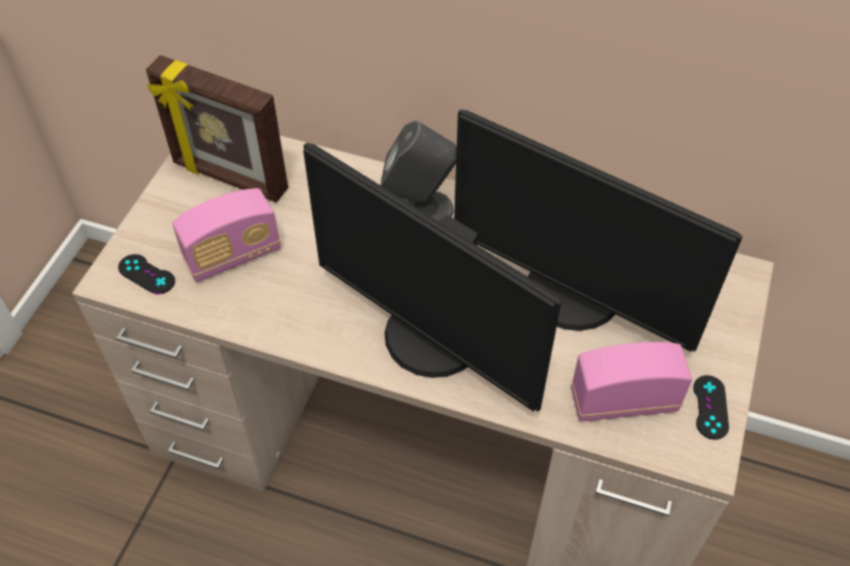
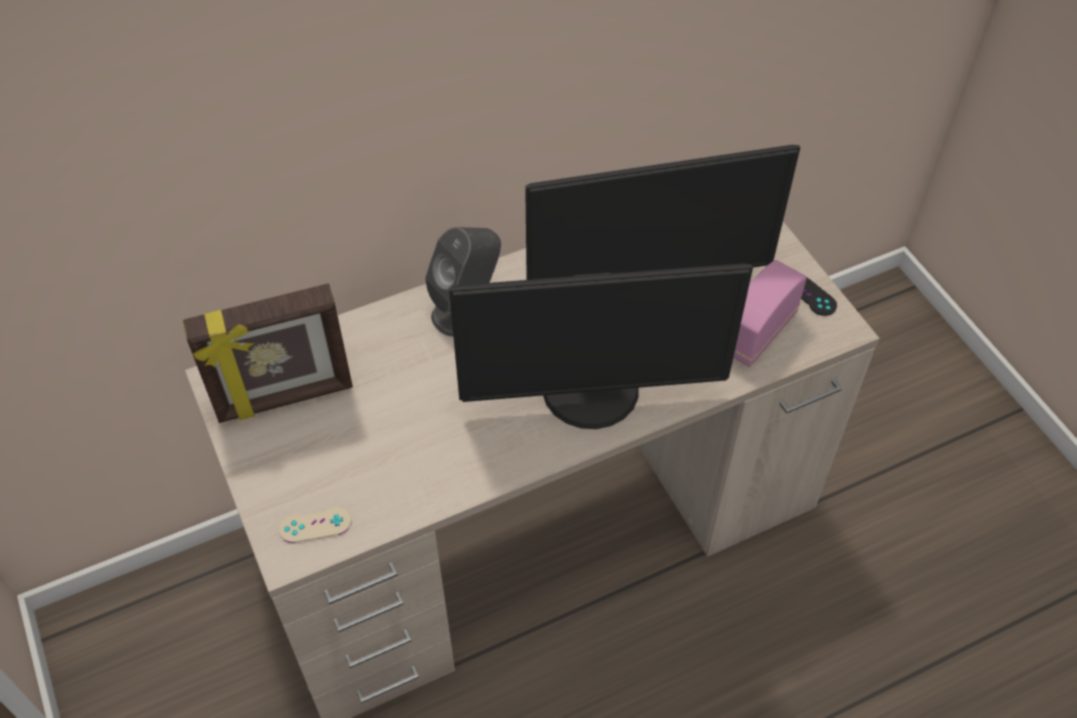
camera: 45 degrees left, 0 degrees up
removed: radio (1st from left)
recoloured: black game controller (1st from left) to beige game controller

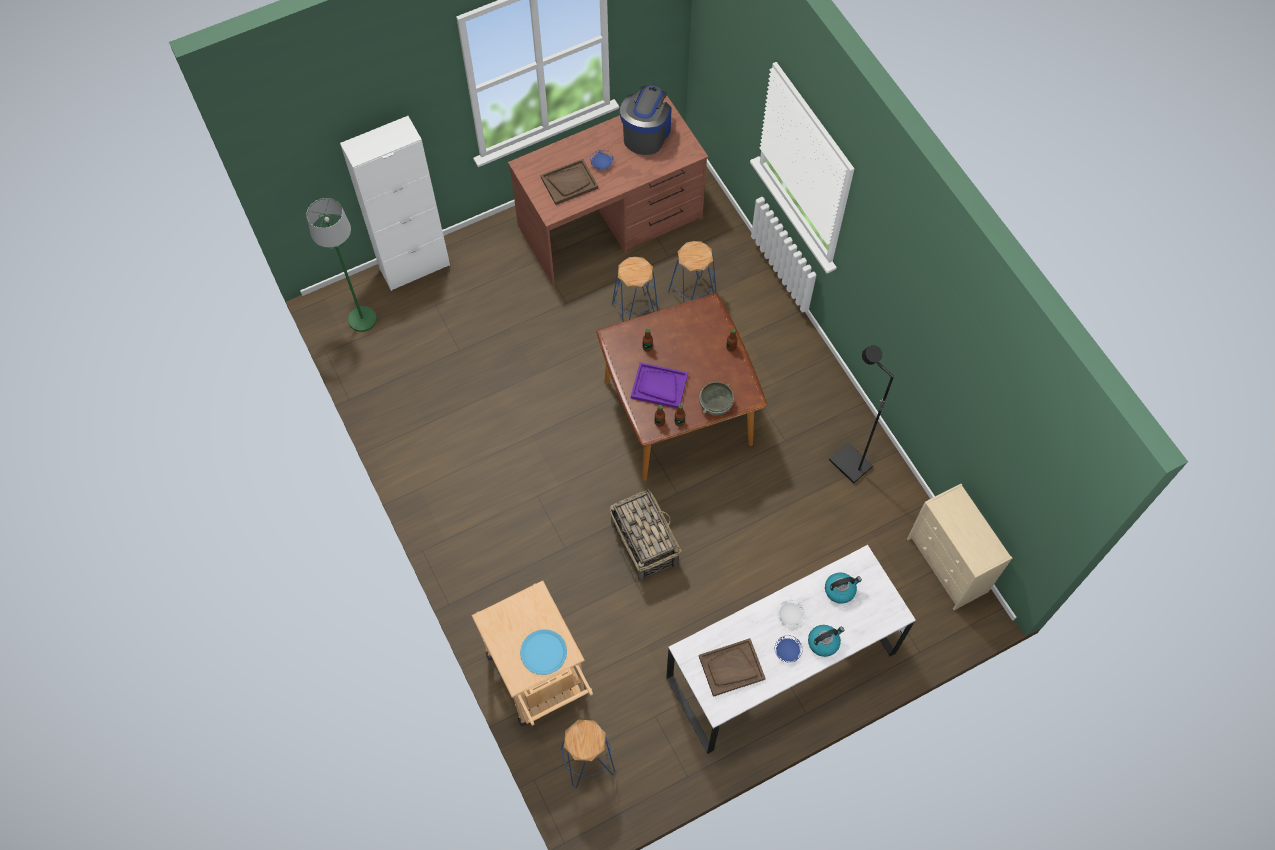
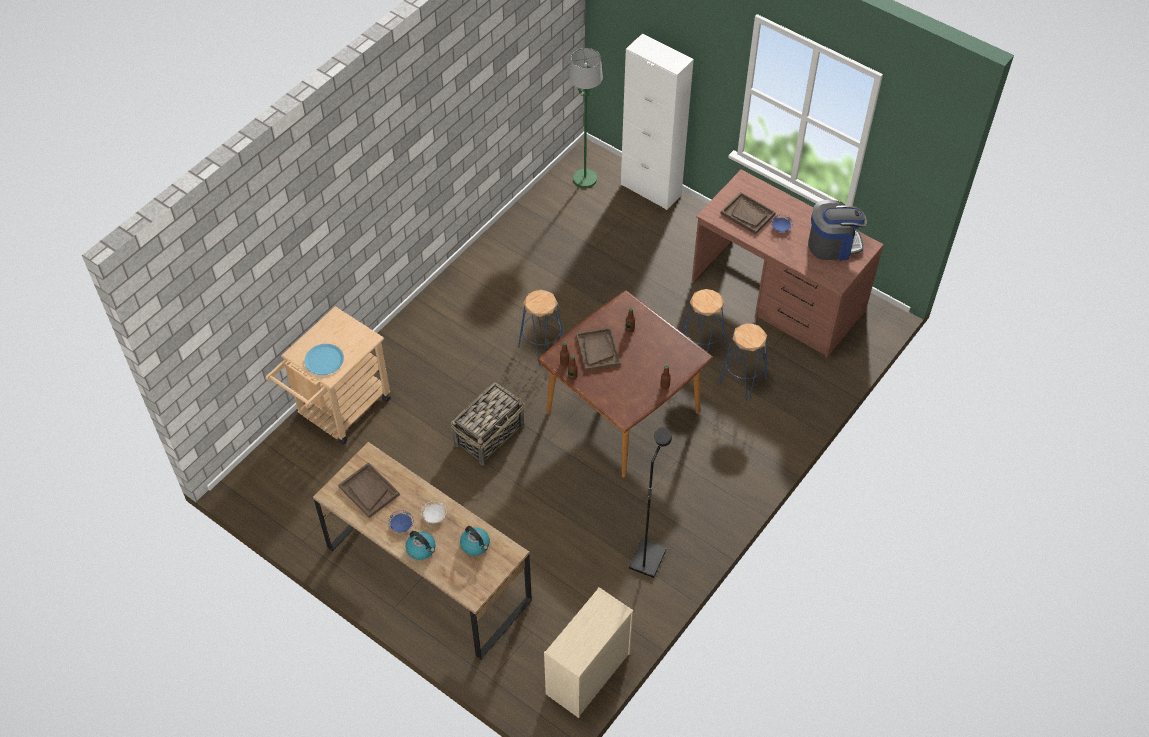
camera: 65 degrees right, 10 degrees down
removed: grey bowl
moved: blue stool (1st from left)
recoloured: white desk to brown desk (1st from left); purple tray to brown tray (2nd from left)

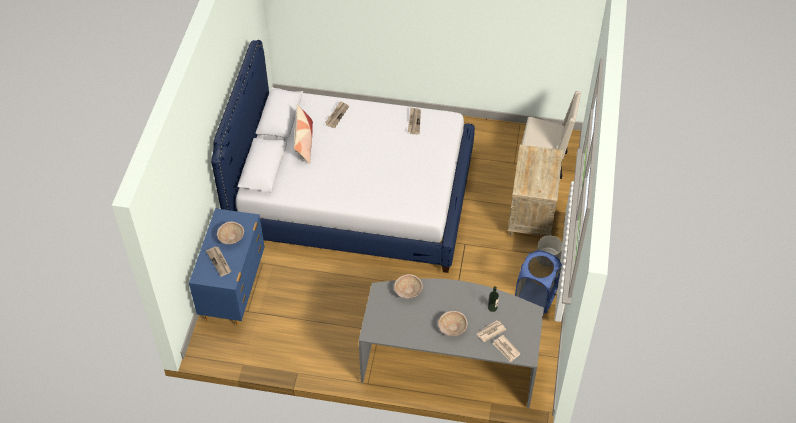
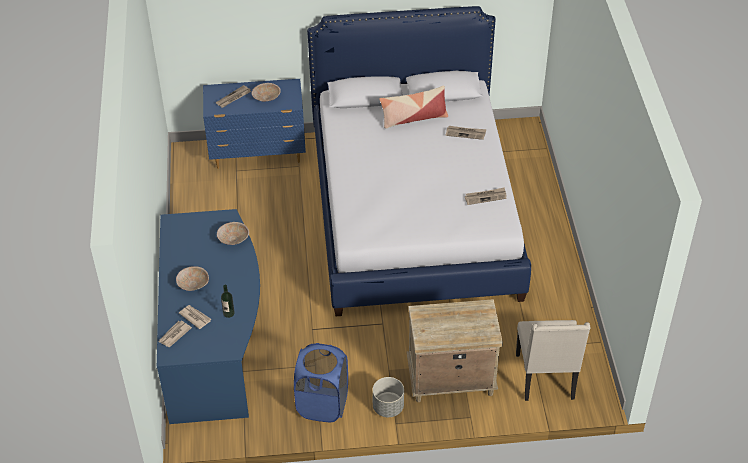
camera: 75 degrees right, 5 degrees down
recoloured: grey desk to blue desk

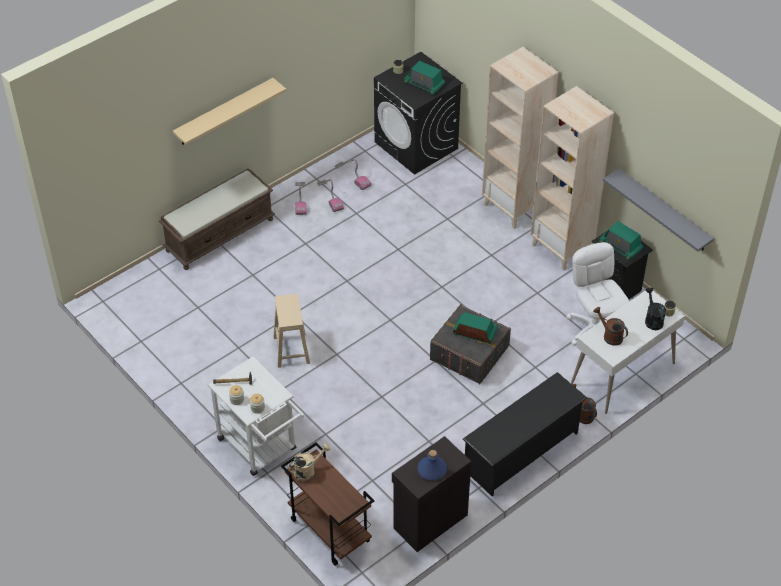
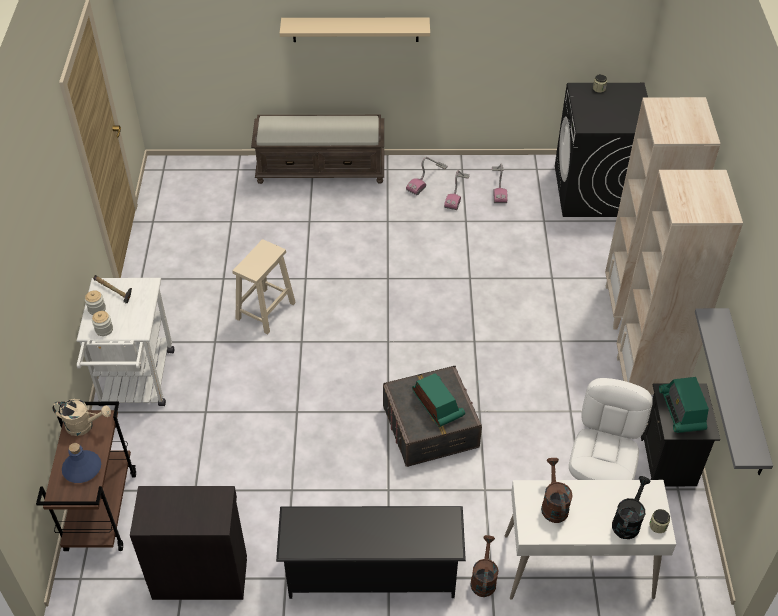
camera: 40 degrees right, 0 degrees up
removed: radio (1st from left)
moved: blue bottle

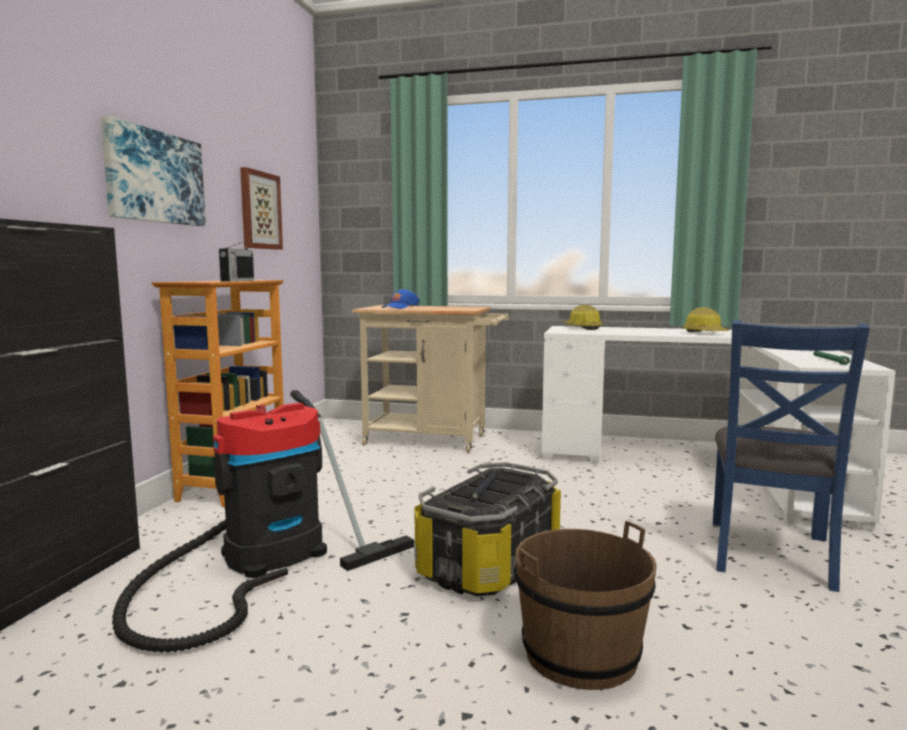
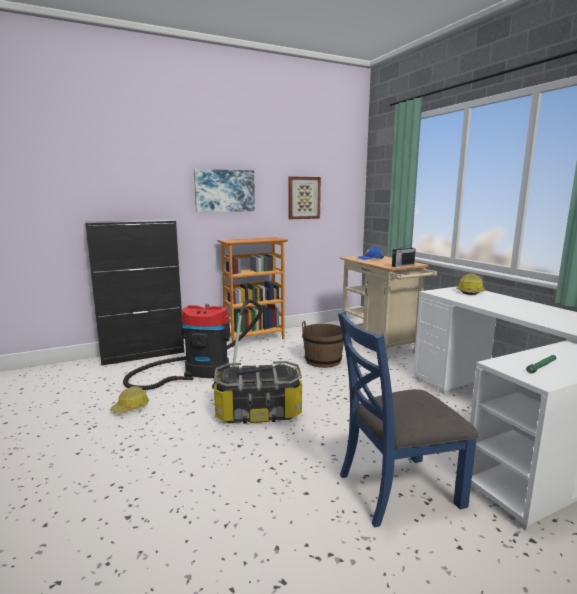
camera: 50 degrees right, 5 degrees up
moved: hard hat (2nd from left in the first image) to hard hat (1st from left); brown bucket; radio

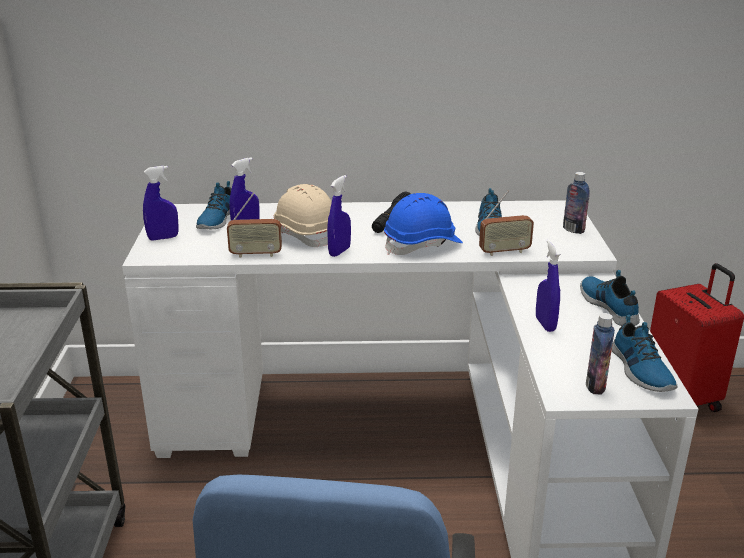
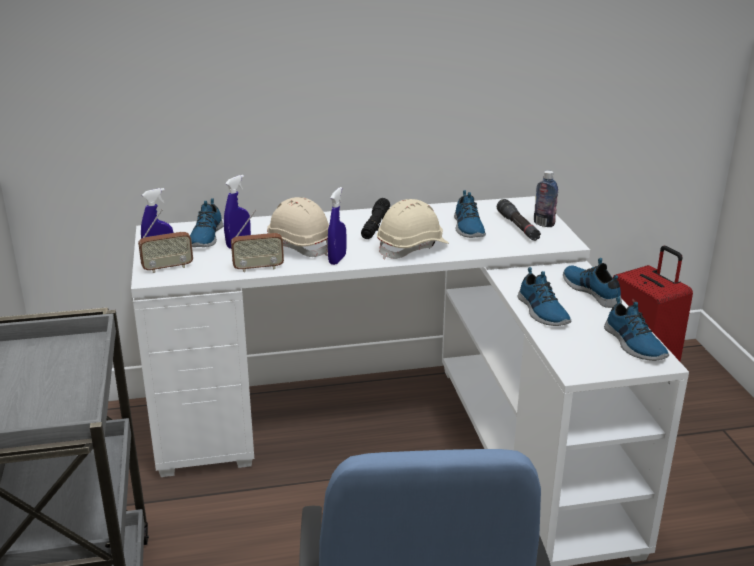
camera: 10 degrees left, 0 degrees up
removed: bottle (2nd from left)
added: black flashlight (2nd from left)
moved: radio (2nd from left in the first image) to radio (1st from left)
replaced: blue spray bottle (4th from left) to shoe (3rd from left)
recoloured: blue hard hat to beige hard hat (2nd from left)

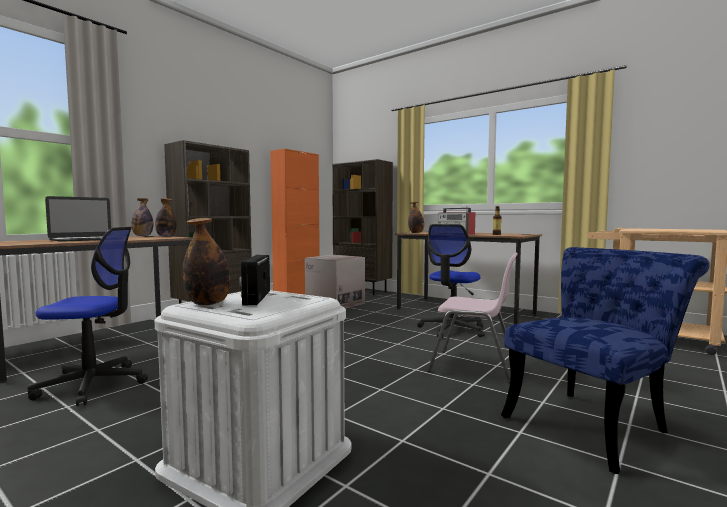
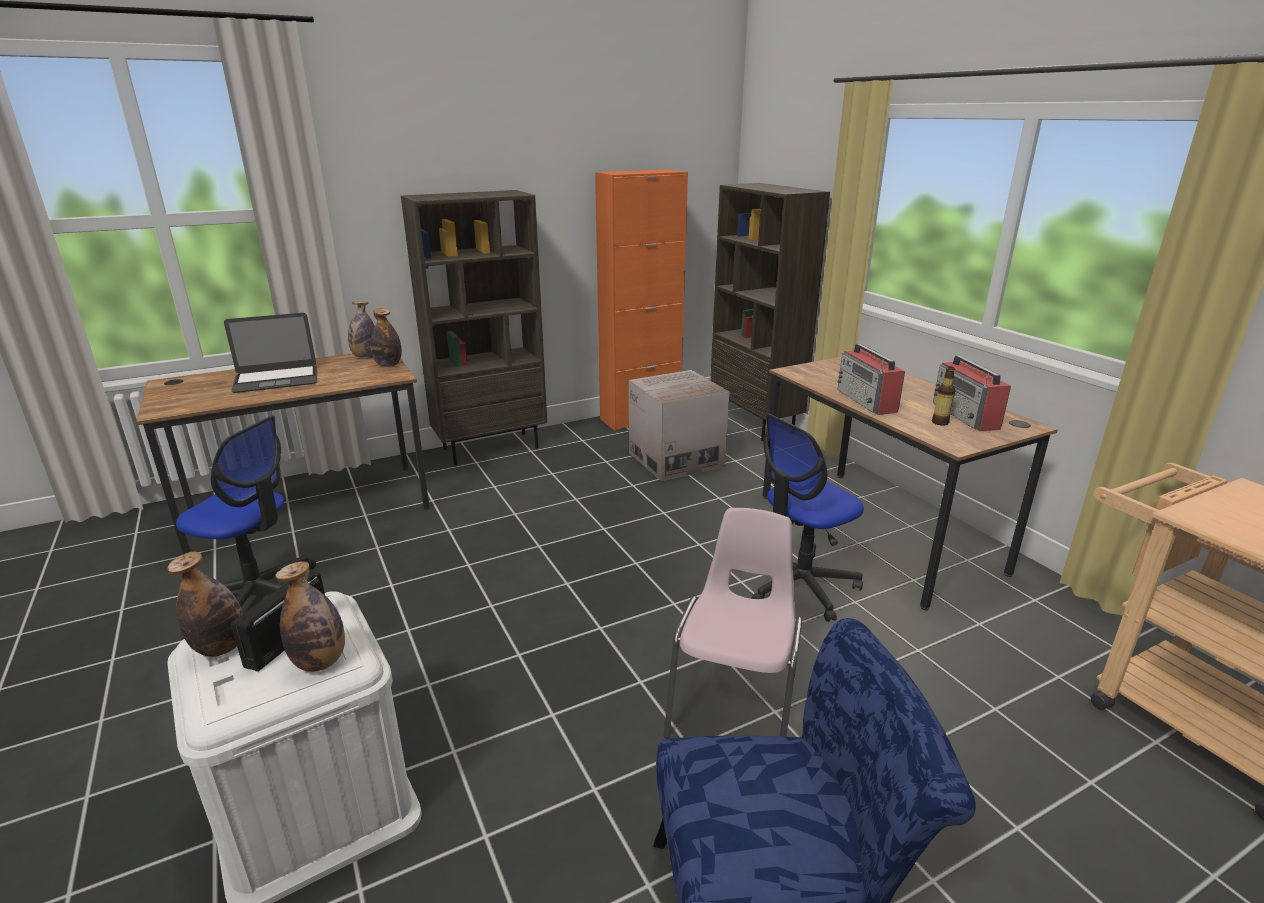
camera: 25 degrees right, 20 degrees up
added: radio (3rd from left)
moved: bottle (4th from left in the first image) to bottle (2nd from left)
turned: pink chair 120 degrees counterclockwise

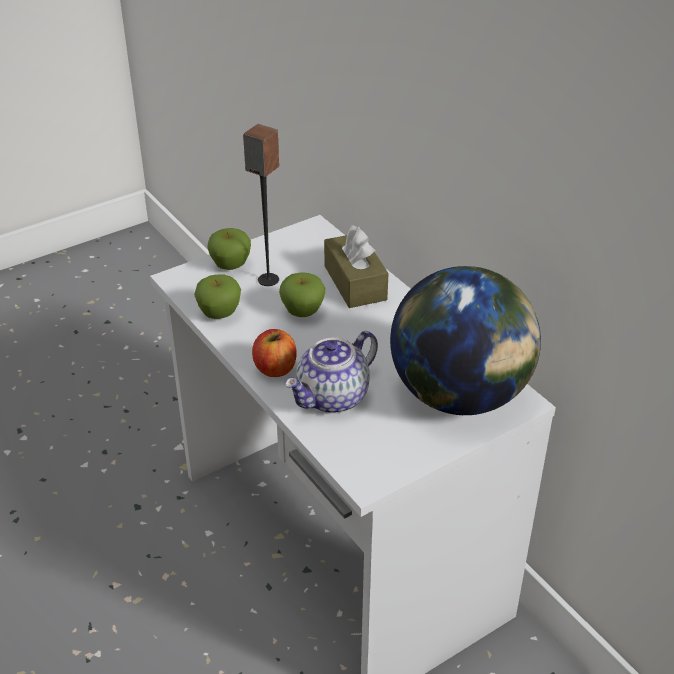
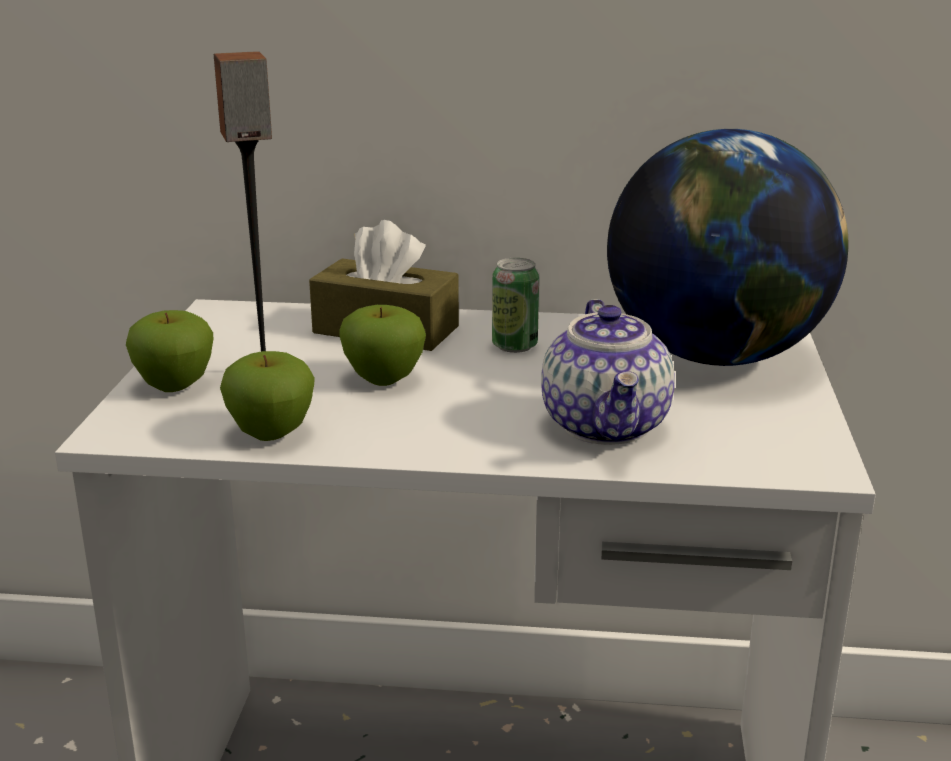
camera: 50 degrees left, 15 degrees down
removed: apple (3rd from left)
added: can

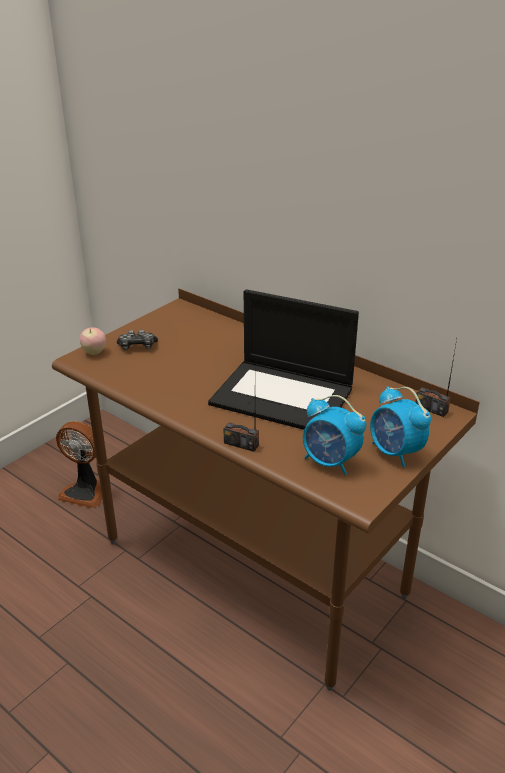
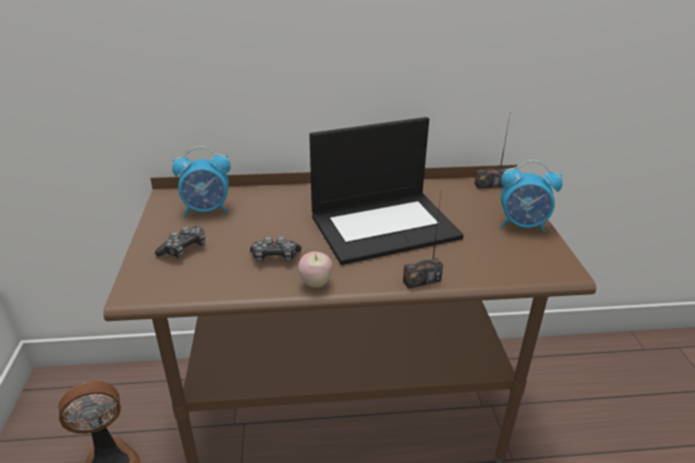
camera: 45 degrees left, 0 degrees up
added: game controller (2nd from left)
moved: alarm clock (1st from left); apple

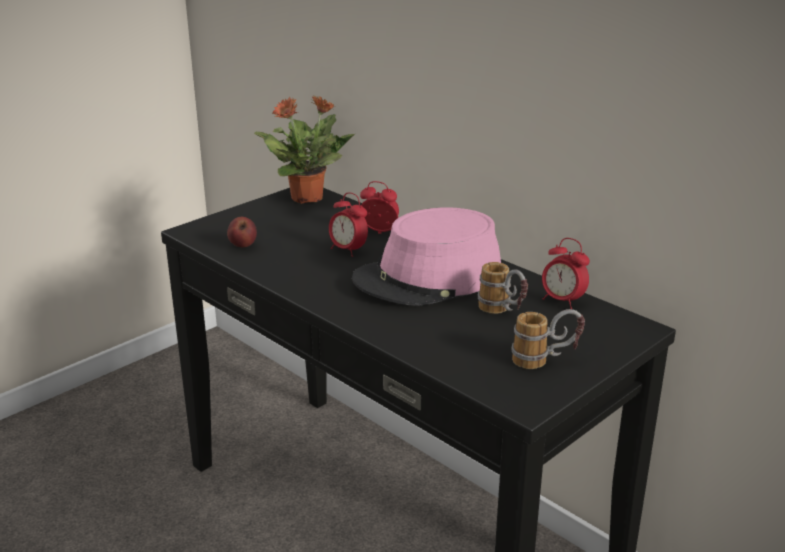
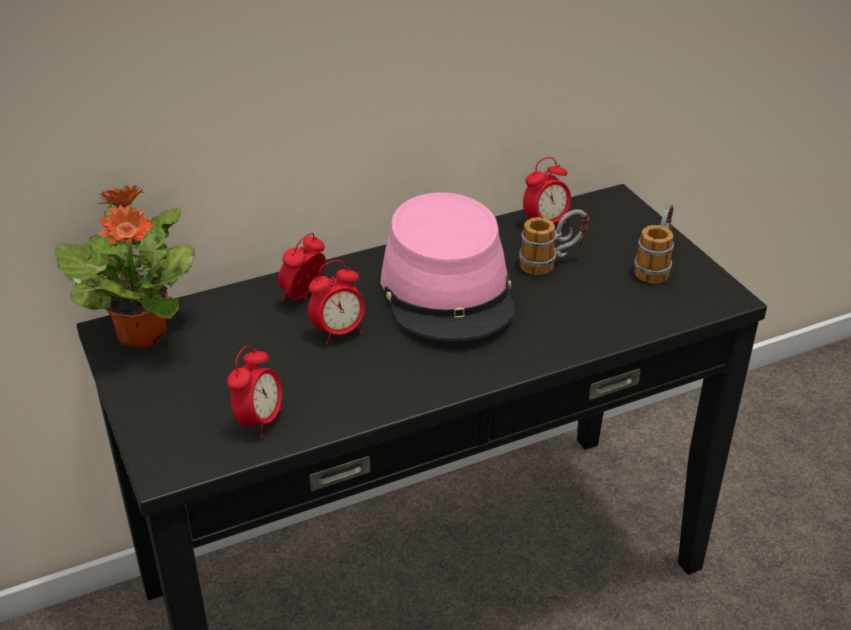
camera: 70 degrees left, 10 degrees up
replaced: apple to alarm clock (1st from left)

